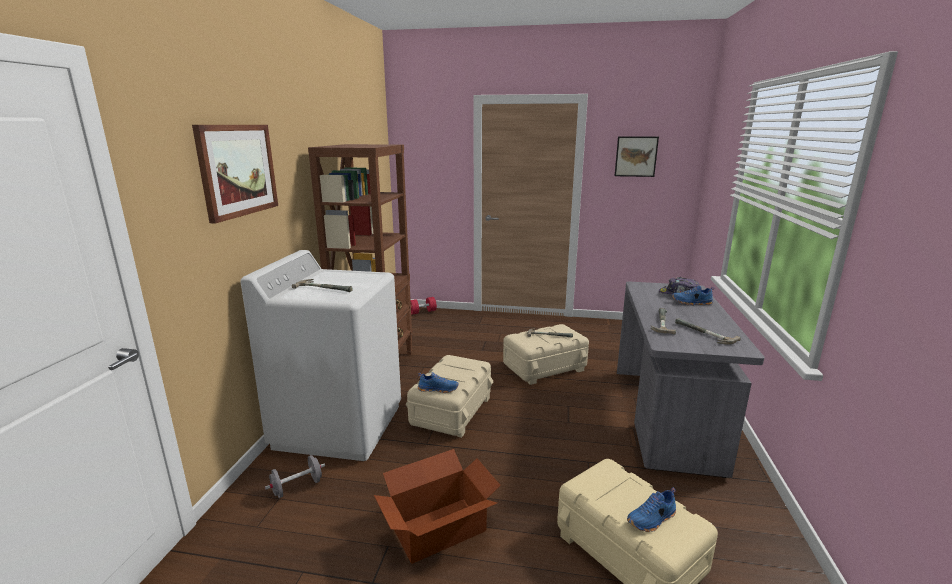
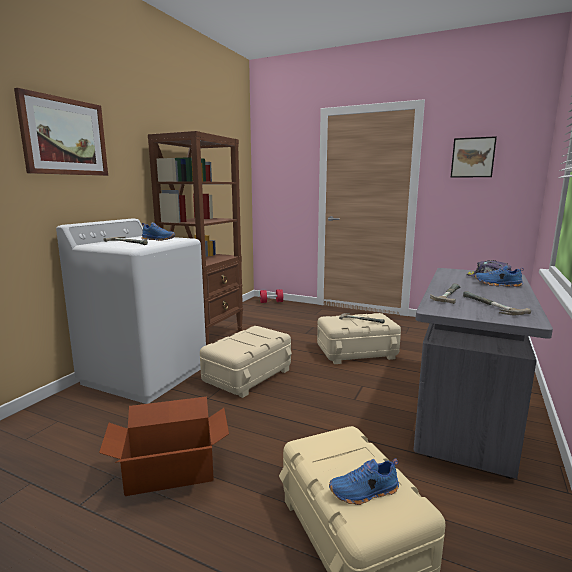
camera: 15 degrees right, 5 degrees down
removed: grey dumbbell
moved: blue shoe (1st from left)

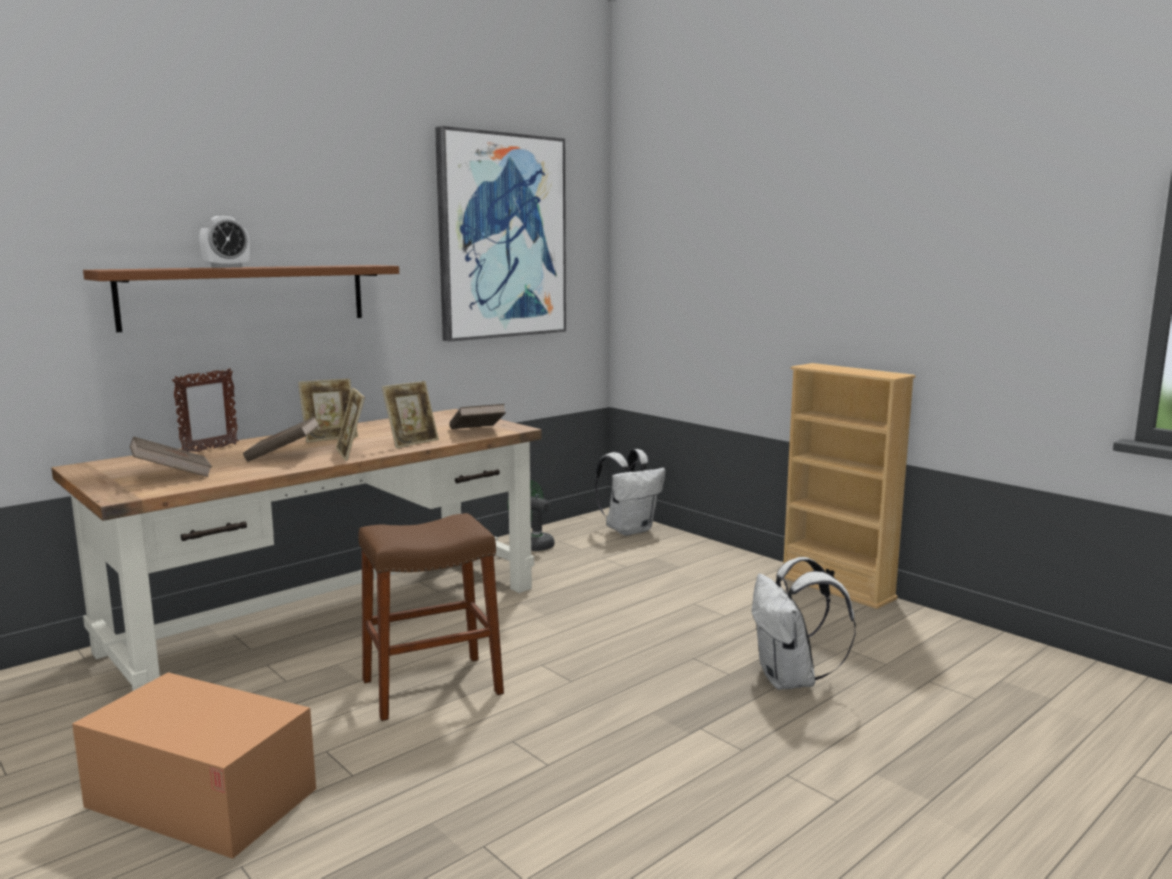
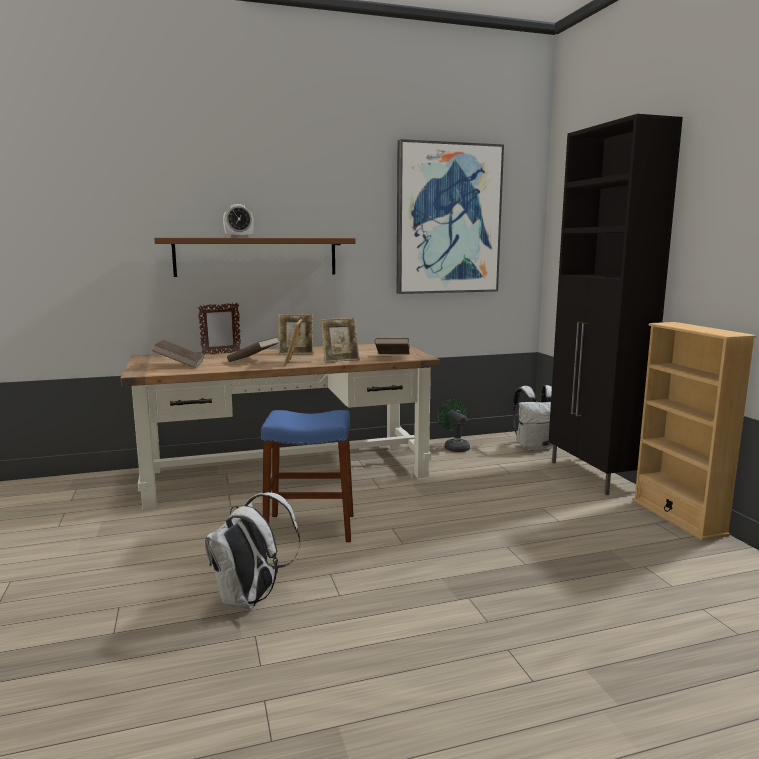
camera: 25 degrees right, 0 degrees up
removed: cardboard box
added: black cabinet
moved: white backpack (2nd from left in the first image) to white backpack (1st from left)
recoloured: brown stool to blue stool

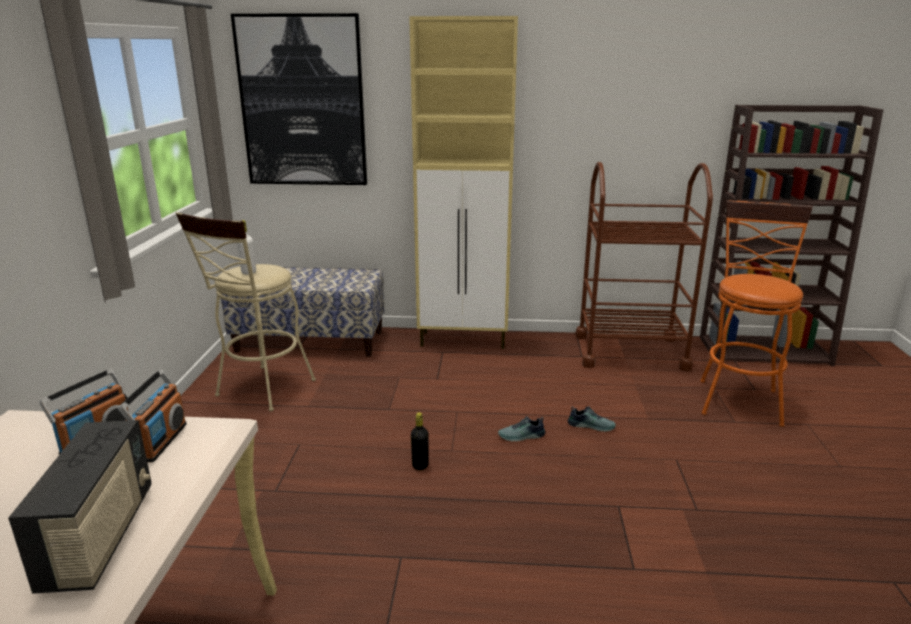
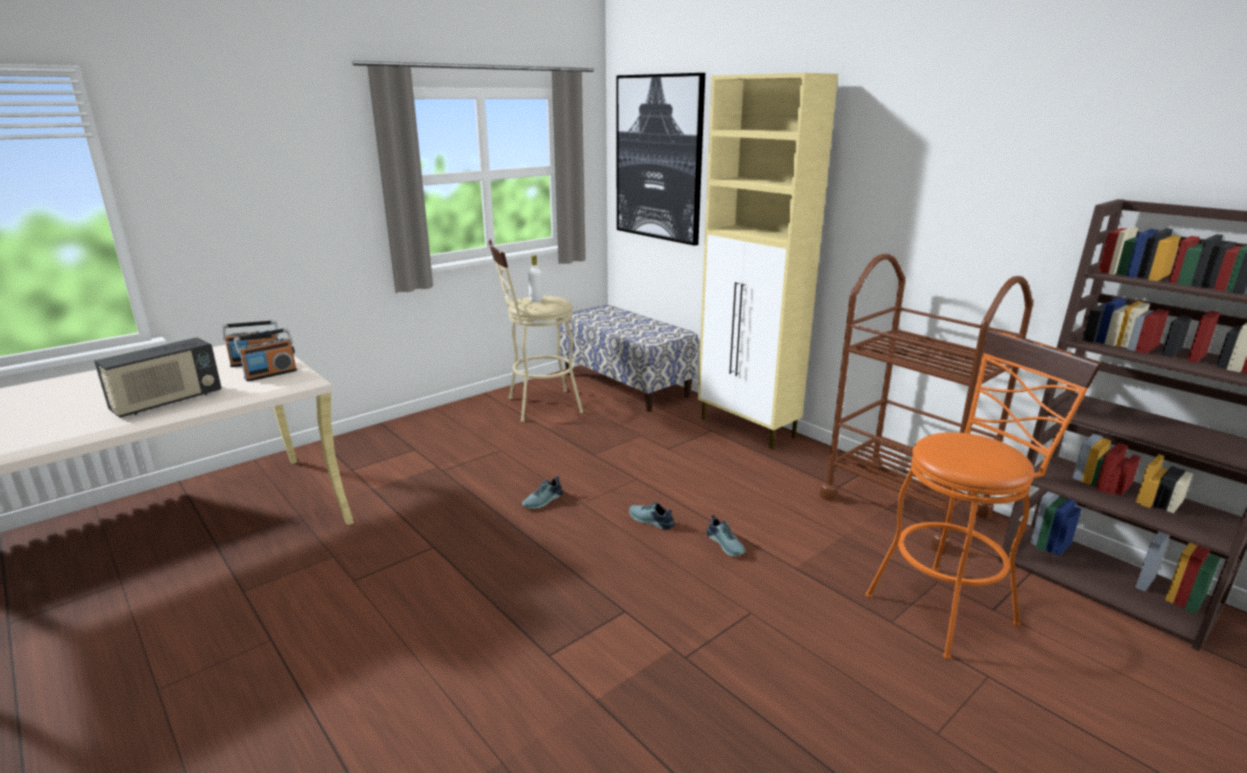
camera: 45 degrees right, 0 degrees up
replaced: black bottle to shoe (1st from left)

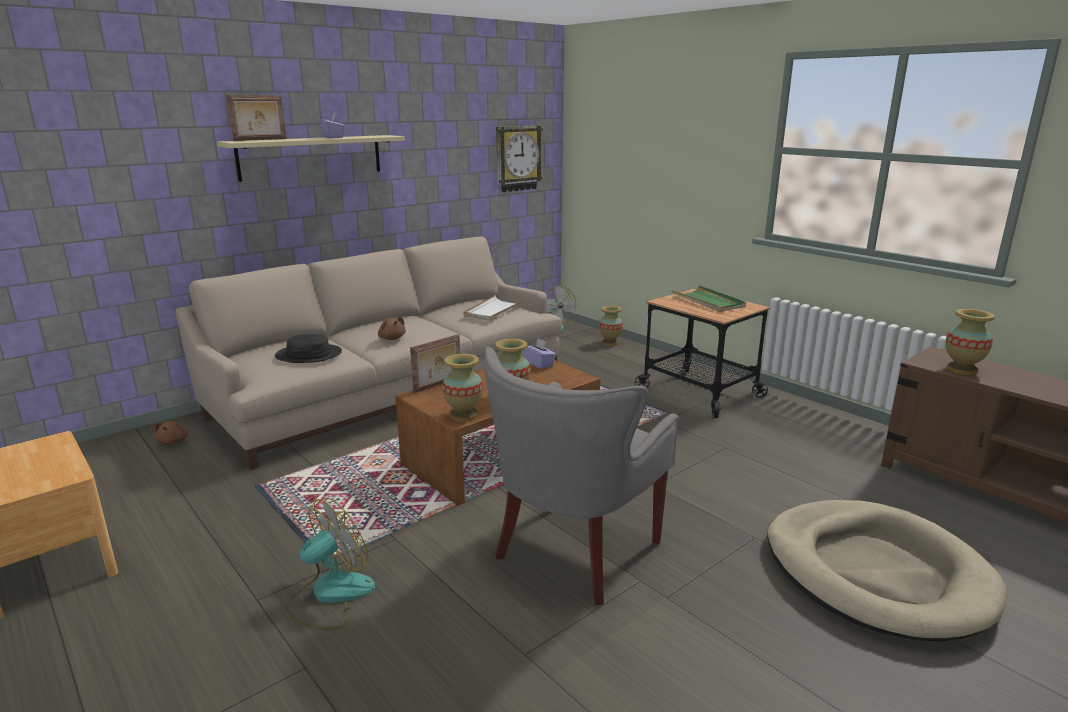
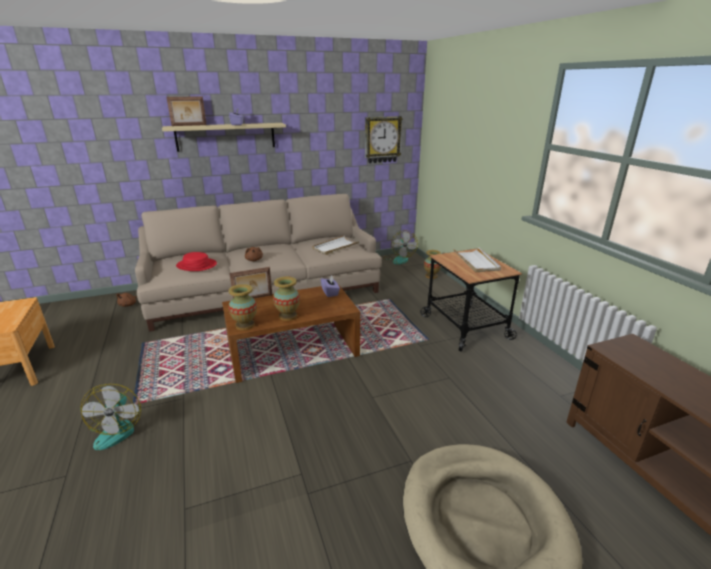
camera: 20 degrees right, 5 degrees up
removed: grey armchair; vase (4th from left)
recoloured: black hat to red hat; green tray to white tray (2nd from left)
turned: fan (1st from left) 105 degrees clockwise

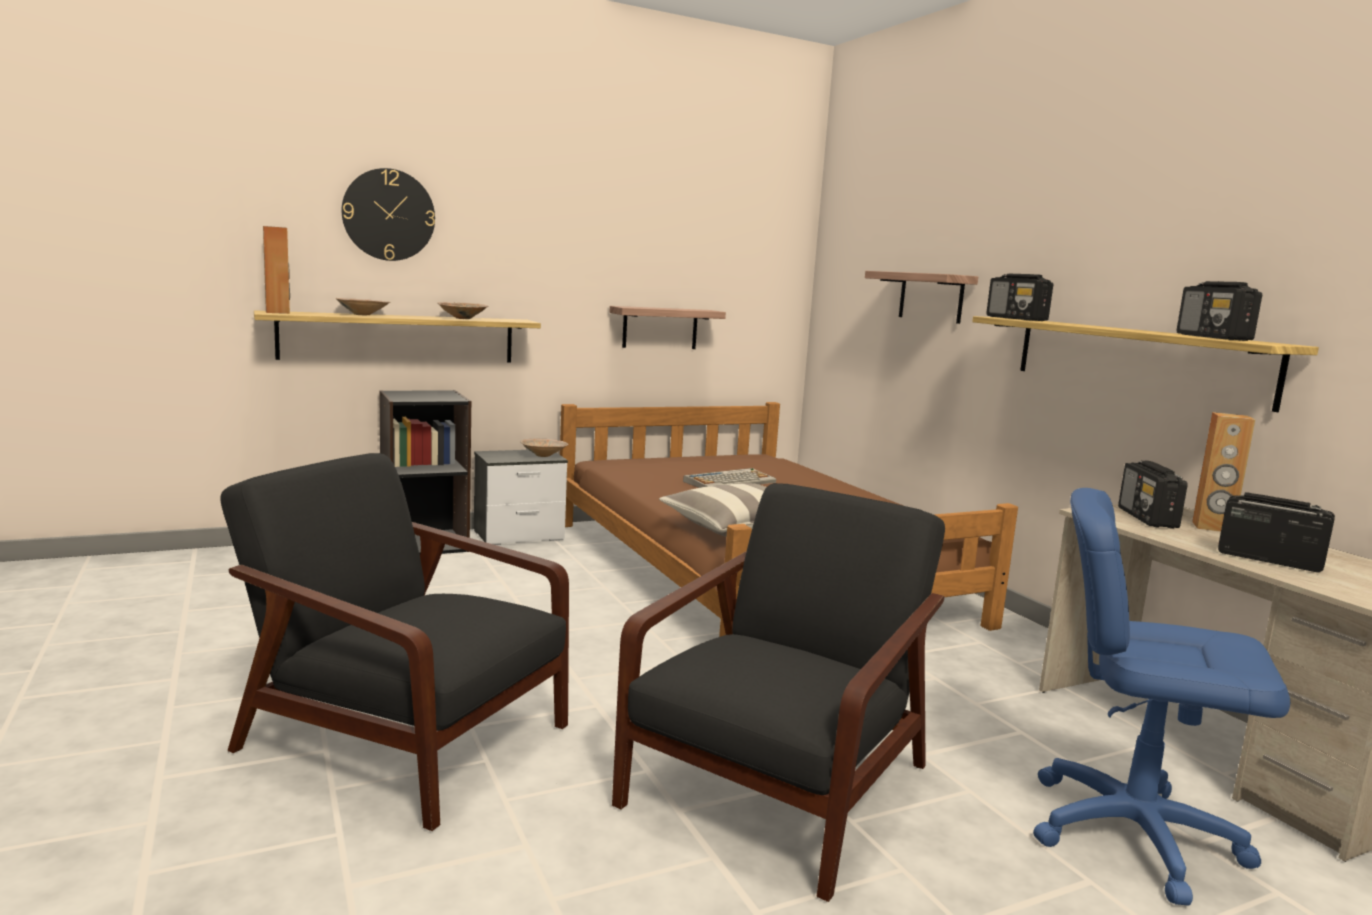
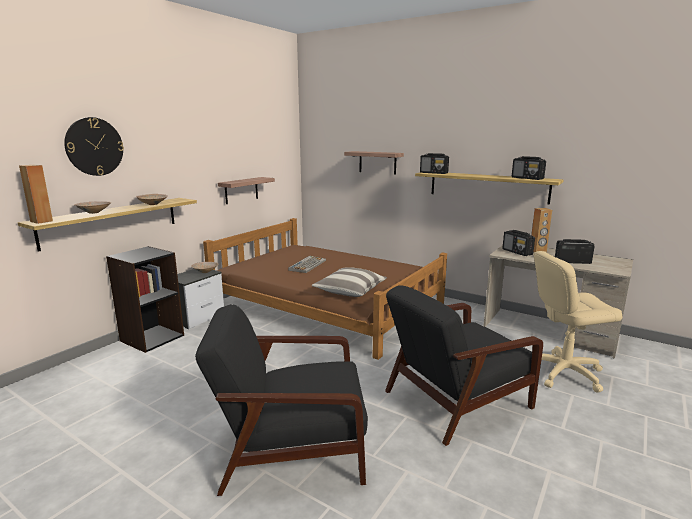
camera: 30 degrees left, 5 degrees up
recoloured: blue office chair to beige office chair
turned: black armchair (2nd from left) 120 degrees counterclockwise

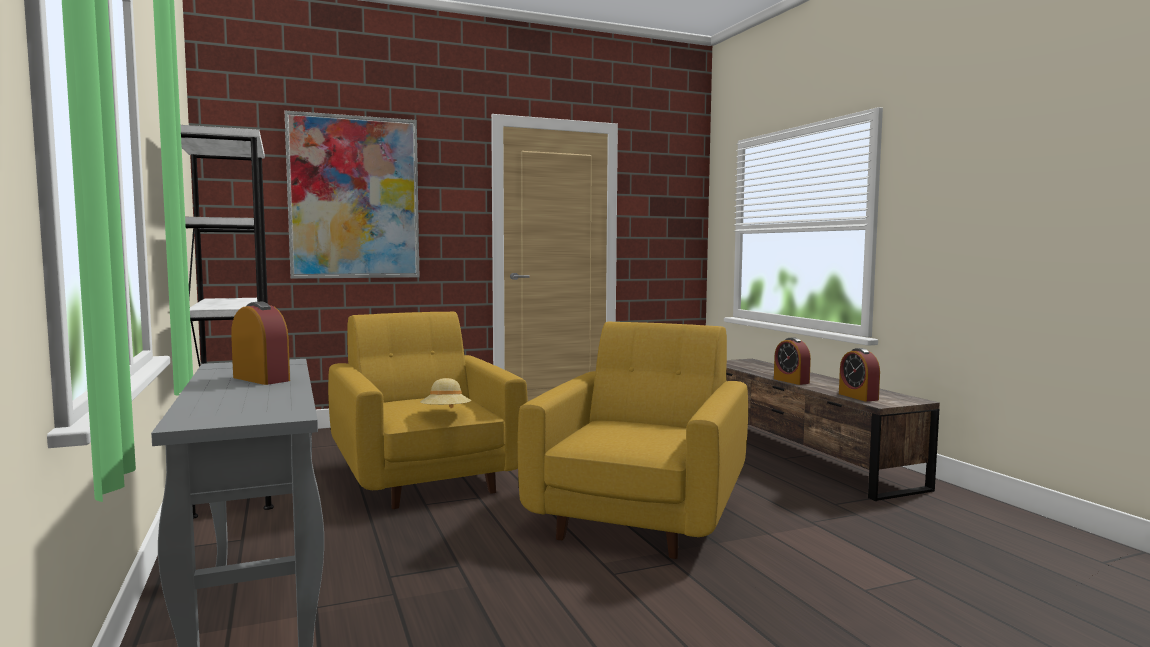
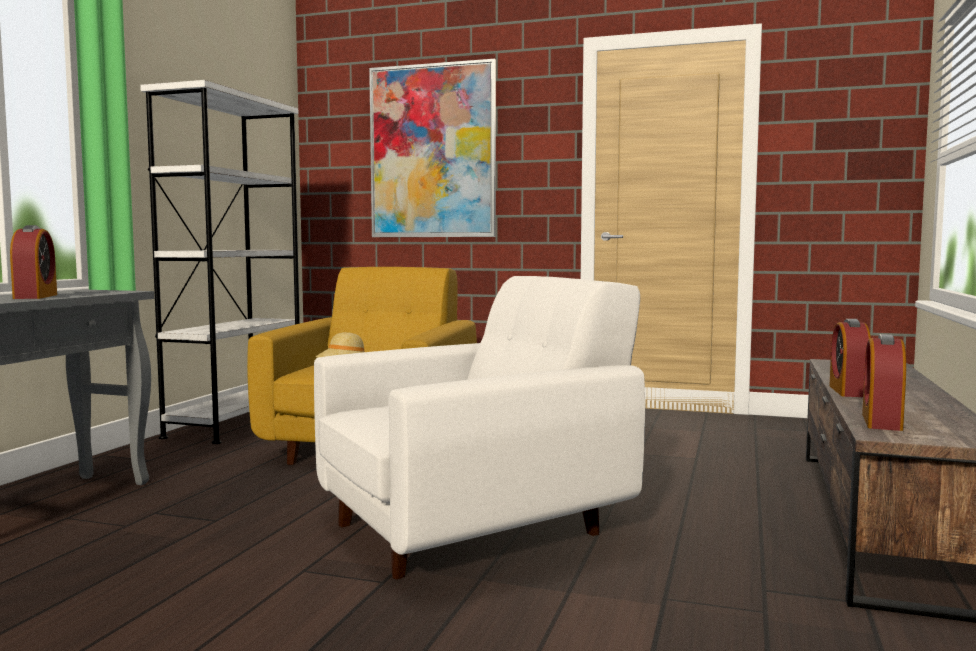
camera: 40 degrees right, 0 degrees up
recoloured: yellow armchair (2nd from left) to white armchair

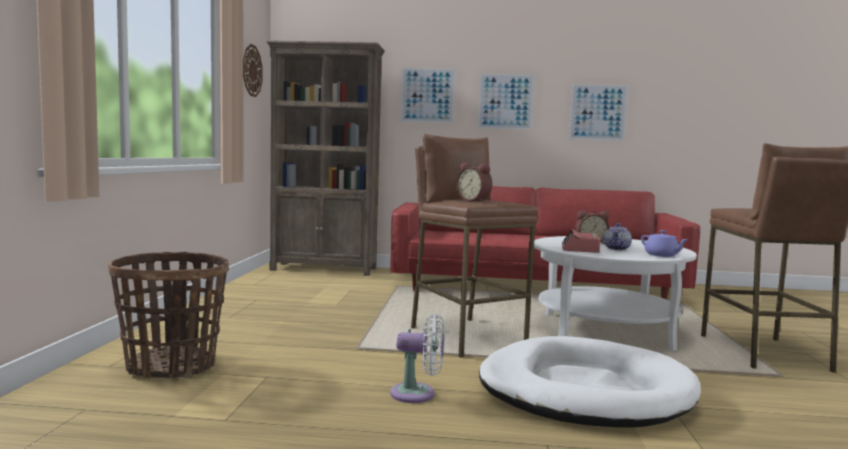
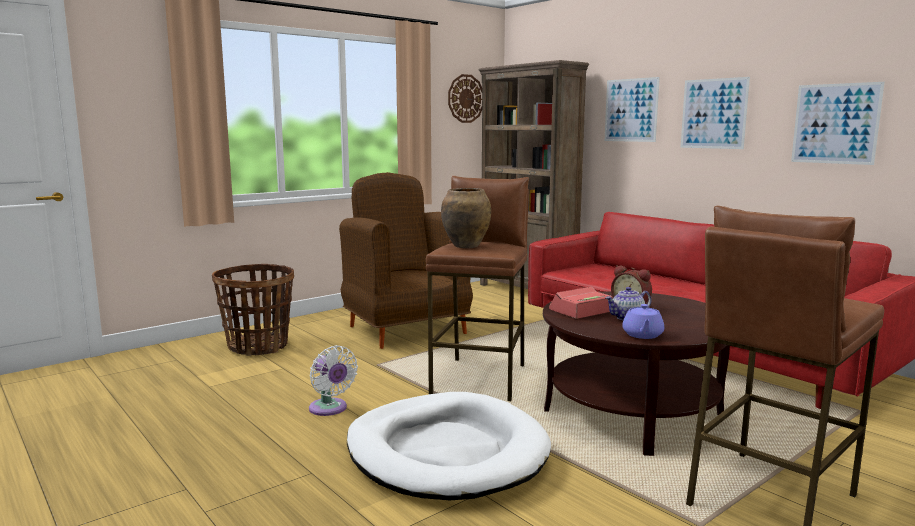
camera: 45 degrees right, 5 degrees up
added: brown armchair
replaced: alarm clock (1st from left) to brown vase
recoloured: white coffee table to brown coffee table

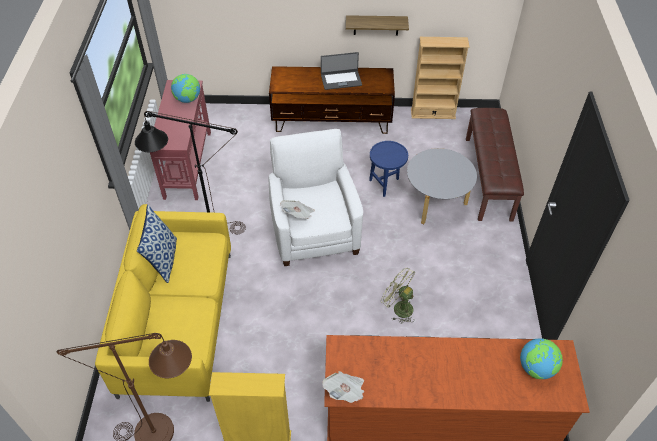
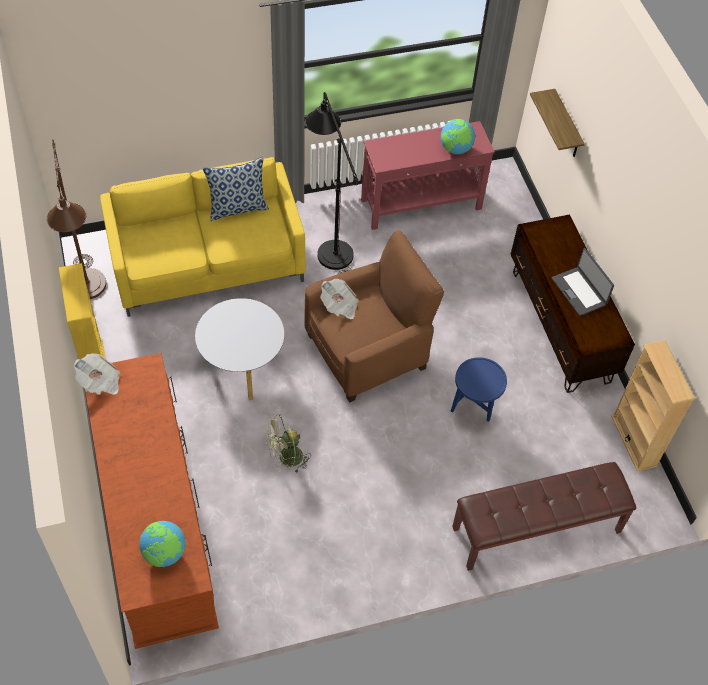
camera: 70 degrees right, 5 degrees up
moved: grey coffee table; shelf
recoloured: white armchair to brown armchair
turned: green fan 135 degrees counterclockwise

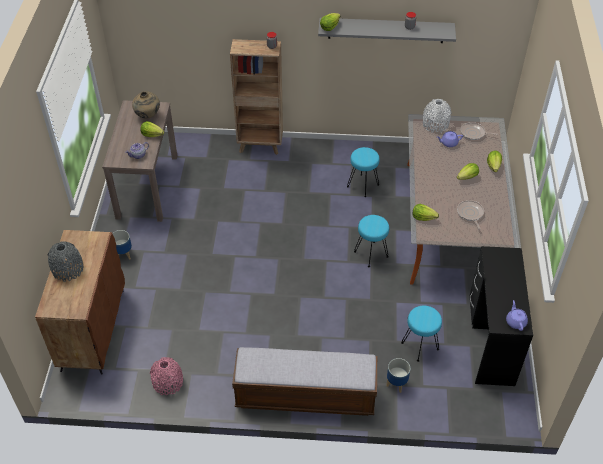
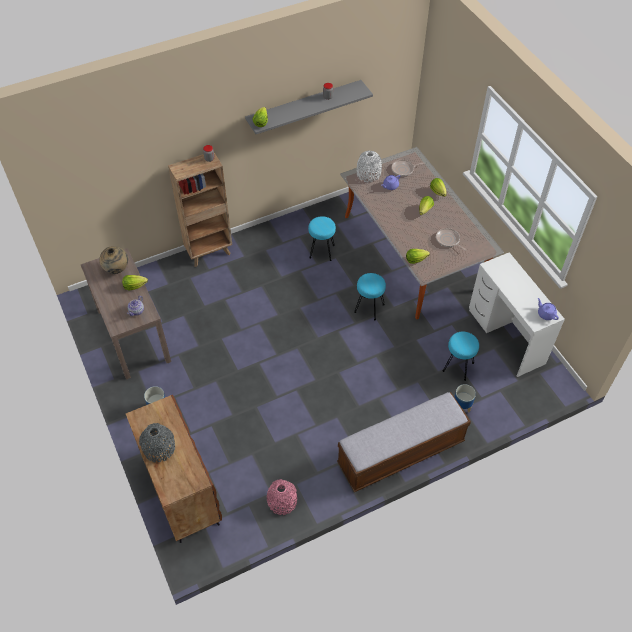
camera: 30 degrees left, 5 degrees up
recoloured: black desk to white desk

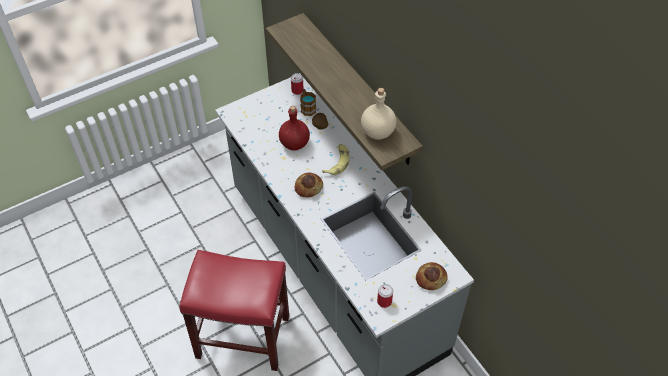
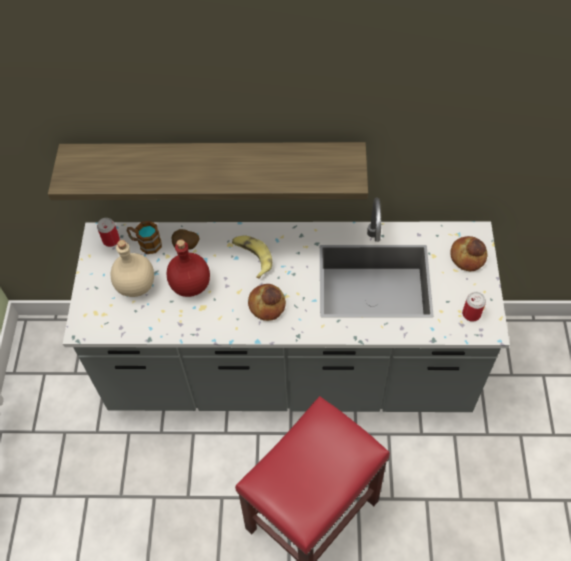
camera: 55 degrees left, 5 degrees up
moved: beige bottle

